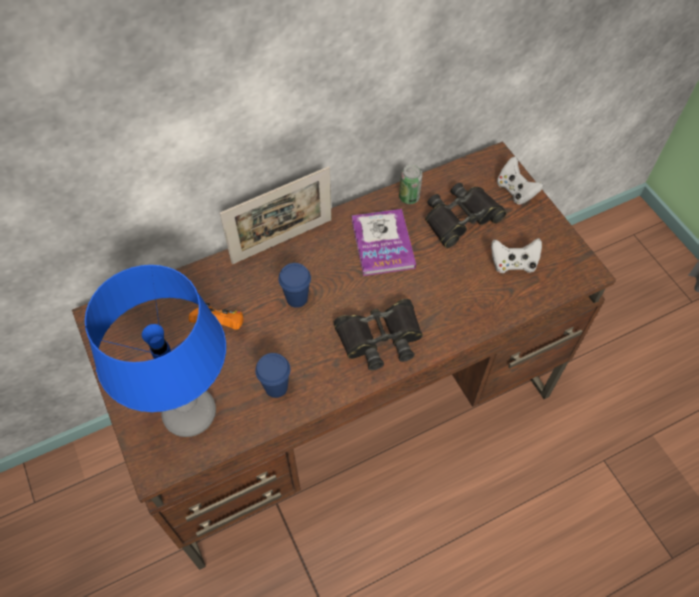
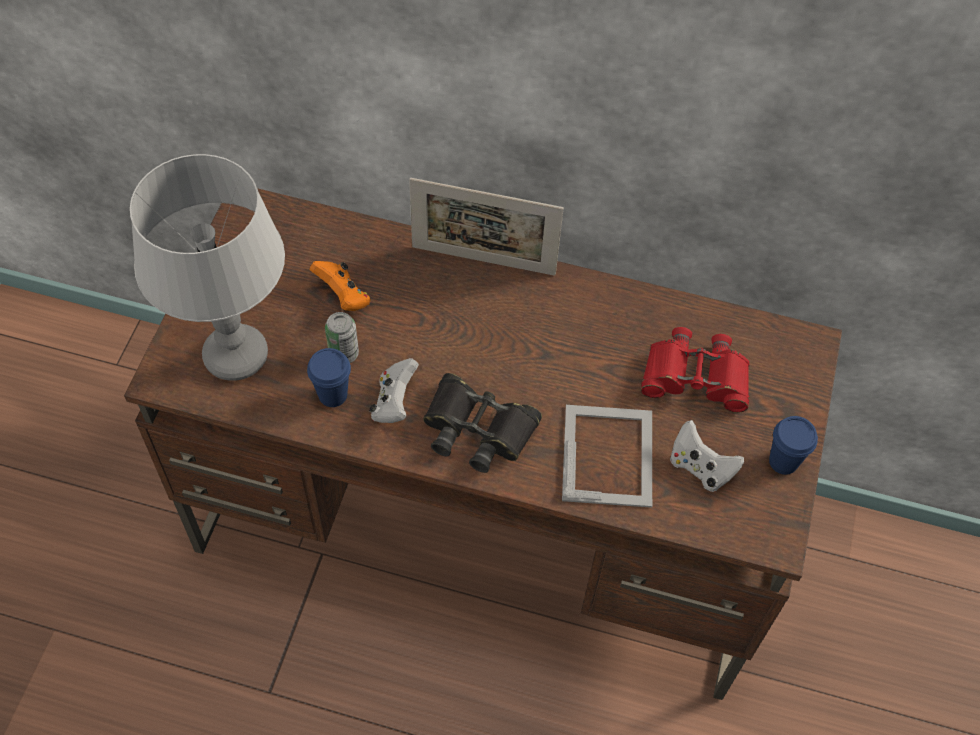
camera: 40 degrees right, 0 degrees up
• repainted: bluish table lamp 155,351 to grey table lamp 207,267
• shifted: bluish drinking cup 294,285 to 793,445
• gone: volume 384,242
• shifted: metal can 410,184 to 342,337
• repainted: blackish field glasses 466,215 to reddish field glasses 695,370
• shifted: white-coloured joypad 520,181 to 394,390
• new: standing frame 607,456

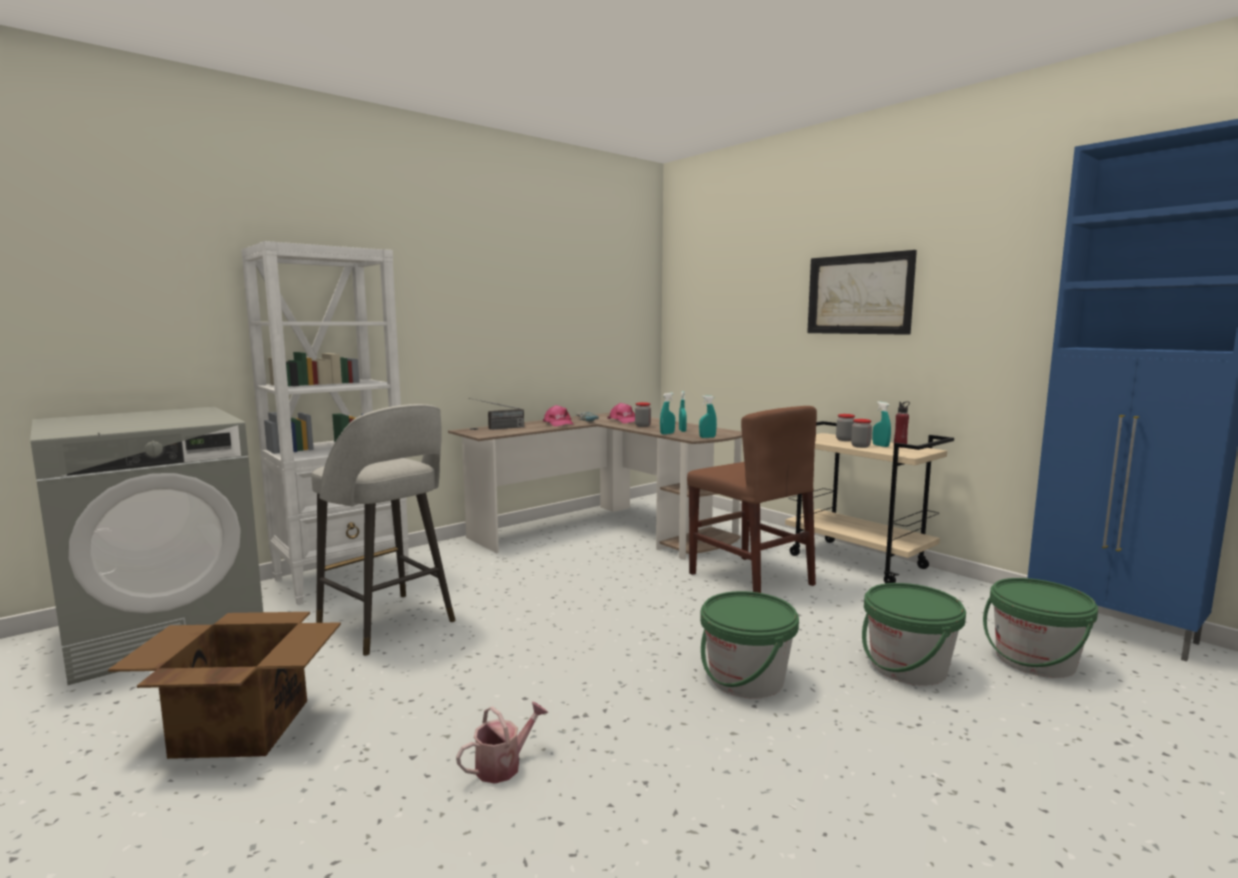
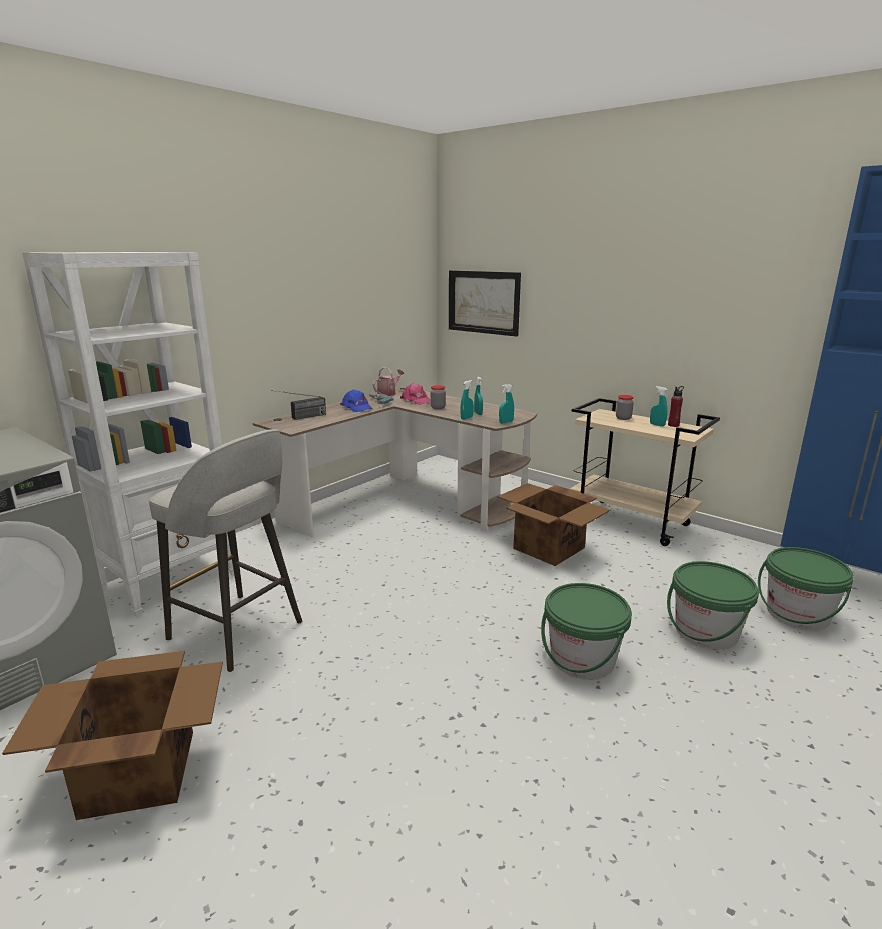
camera: 10 degrees left, 10 degrees up
• shifted: watering can 502,743 to 388,381
• repainted: pinkish cap 558,416 to bluish cap 356,401
• swapped: brown plain chair 752,499 to packing box 553,524
• shifted: picture 862,292 to 485,303
• gone: jar 861,433

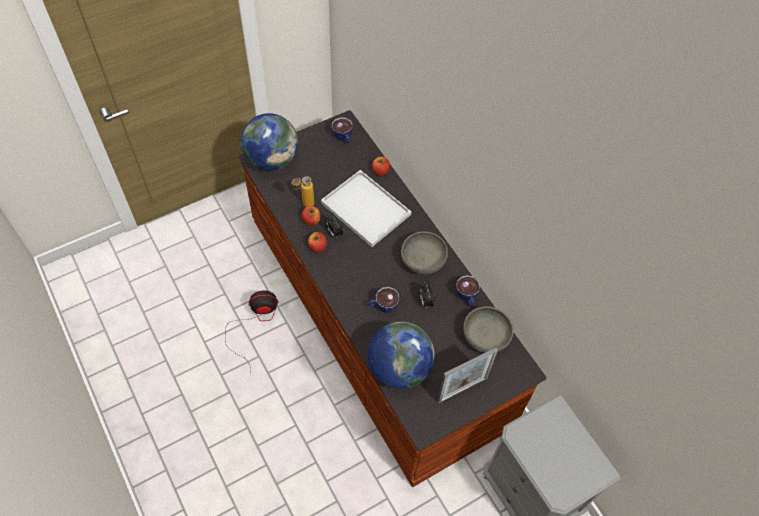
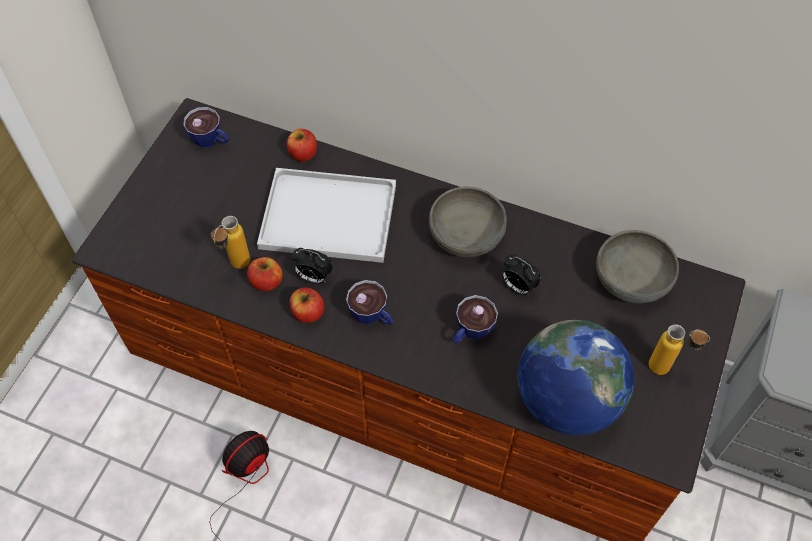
camera: 35 degrees left, 0 degrees up
• gone: globe 269,142
• swapped: standing frame 467,376 to beverage bottle 679,349
• shifted: drinking cup 468,291 to 369,302

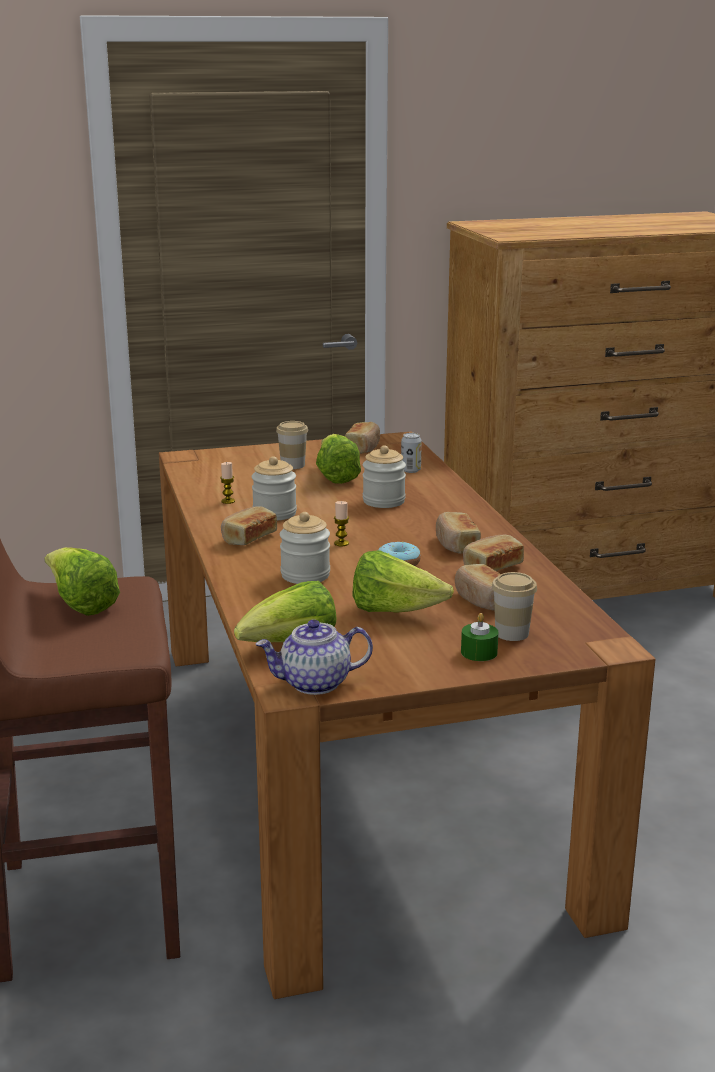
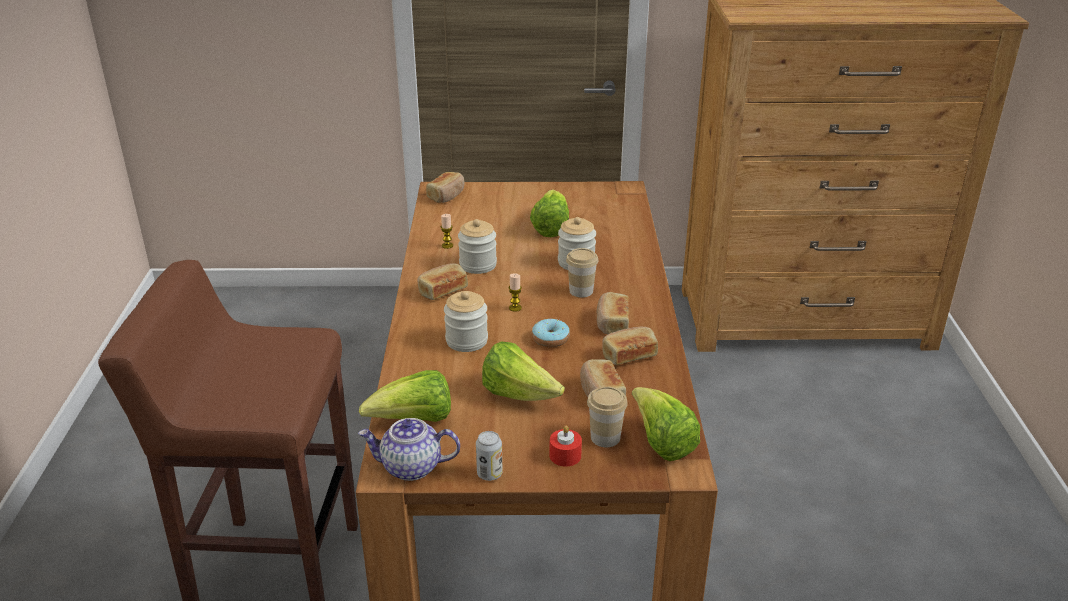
camera: 15 degrees right, 10 degrees up
• shifted: lettuce 82,581 to 666,424
• shifted: drinking cup 292,445 to 582,272
• shifted: baked bread 362,438 to 445,187
• shifted: metal can 411,453 to 489,456
• repainted: greenish wax light 479,637 to reddish wax light 565,446

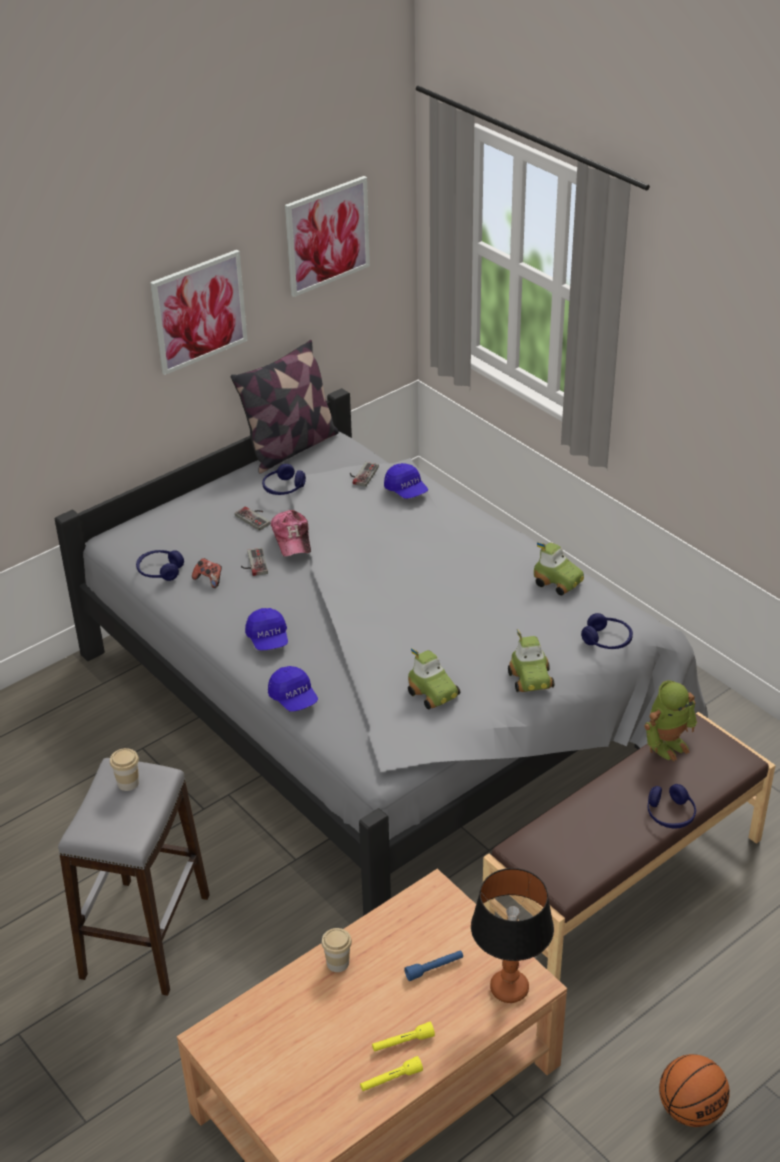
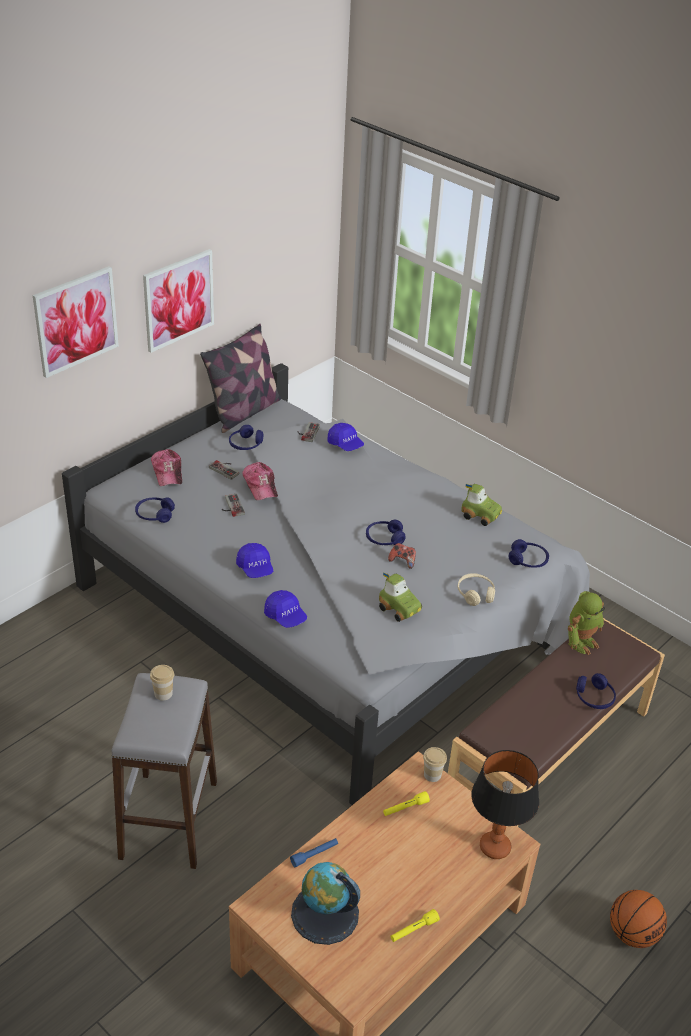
camera: 10 degrees left, 0 degrees up
• shifted: joypad 207,573 to 402,556
• shifted: picture 327,236 to 76,322
• shifted: drinking cup 336,950 to 435,764
• shifted: yellowish torch 403,1037 to 406,803
• shifted: bluish torch 433,965 to 314,852
• swapped: miniature car 531,660 to beige-coloured headset 476,589
• new: cap 166,467
• new: globe 325,903
• new: bluish headset 386,532

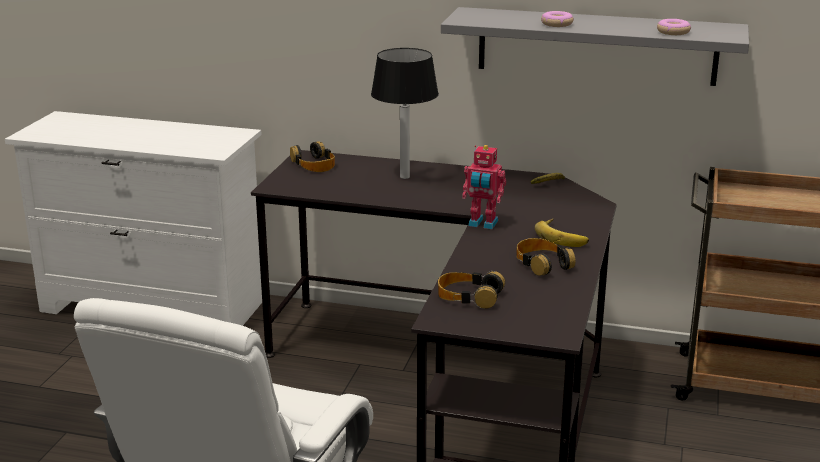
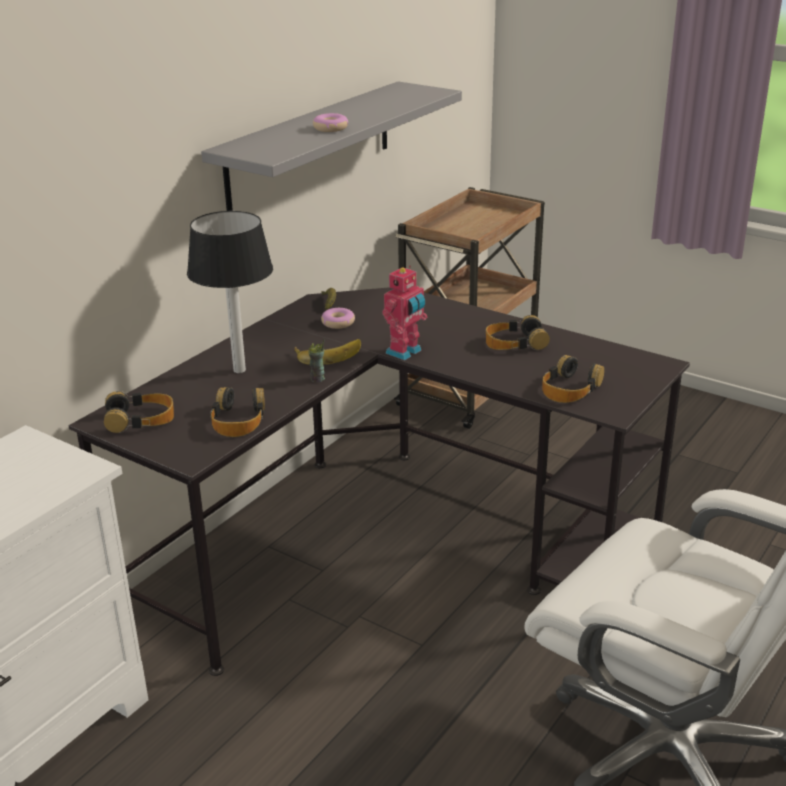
camera: 70 degrees left, 5 degrees up
• shifted: whole banana 562,233 to 327,352
• shifted: donut 674,27 to 338,318
• new: headset 237,412
• new: drinking cup 316,360

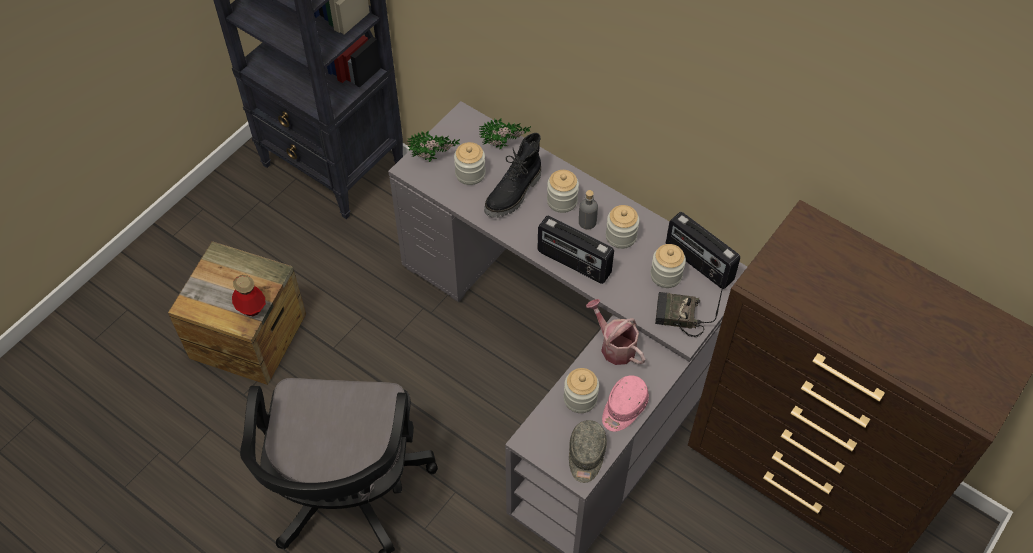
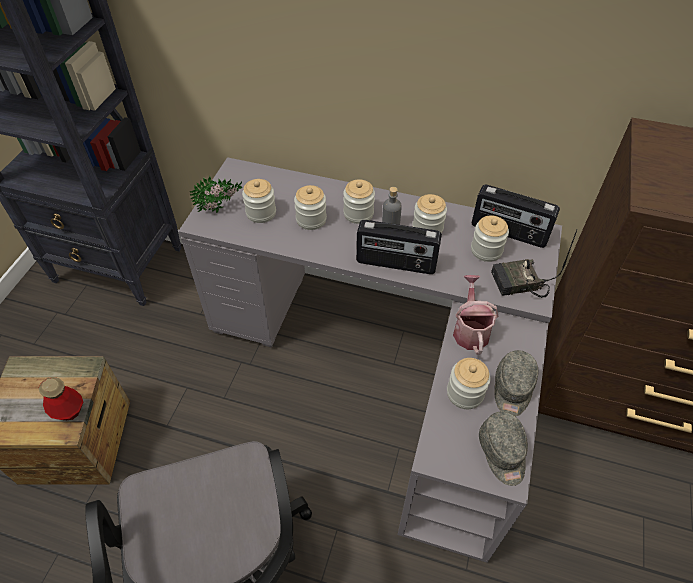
camera: 20 degrees left, 5 degrees down
• gone: potted plant 505,134
• swapped: blackish tall boot 512,175 to jar 310,207
• rotated: watering can 616,332 = 476,314 60 degrees clockwise
• repainted: pinkish cap 625,404 to grey cap 516,383

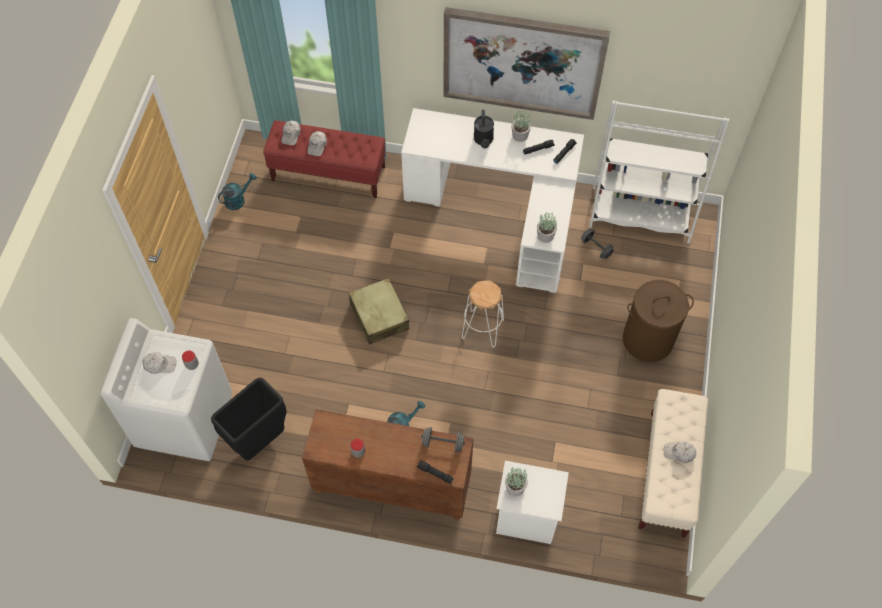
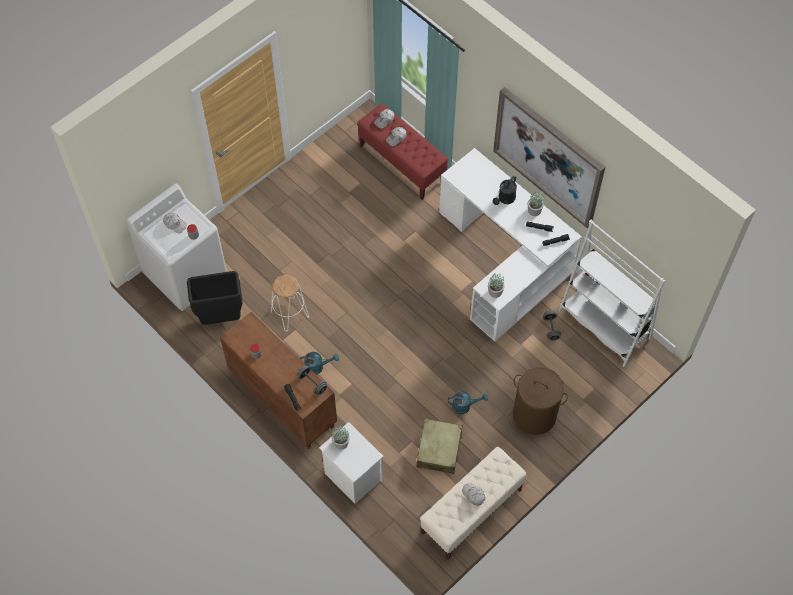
camera: 35 degrees right, 0 degrees up
• shifted: turquoise watering can 237,191 to 468,402
• shifted: beige-coloured suitcase 379,311 to 439,446
• shifted: white-coloured stool 483,314 to 290,303

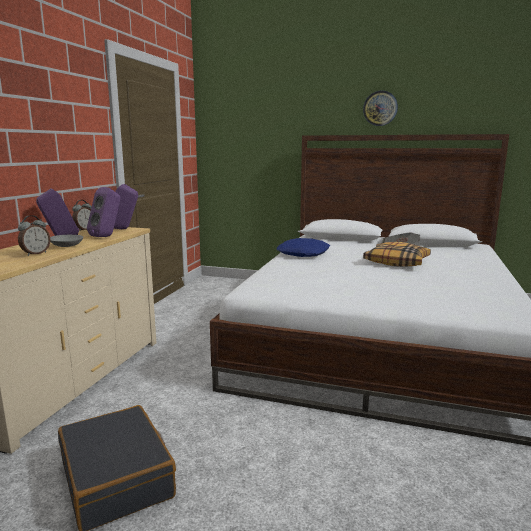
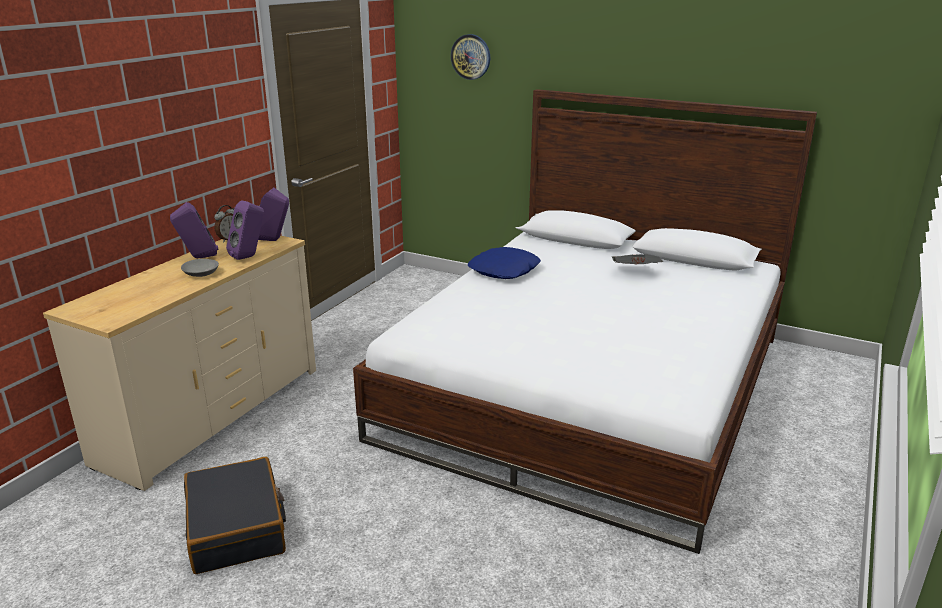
camera: 10 degrees right, 10 degrees up
• gone: bedside clock 34,235
• shifted: wall clock 380,108 to 470,57
• gone: pillow 397,254

